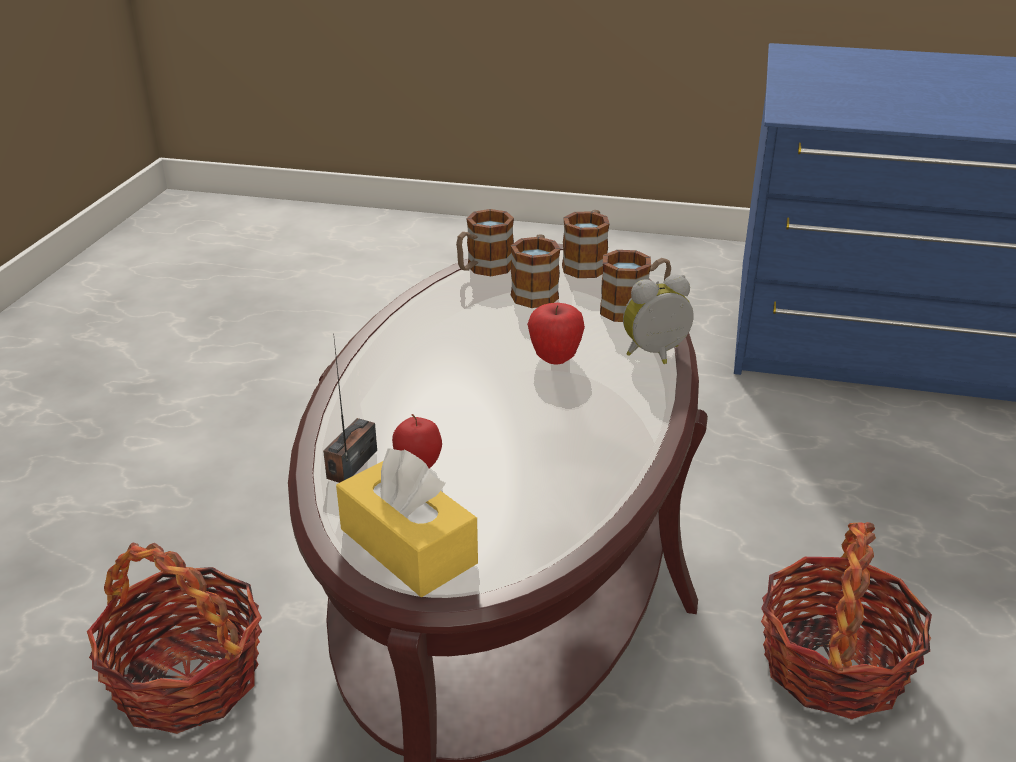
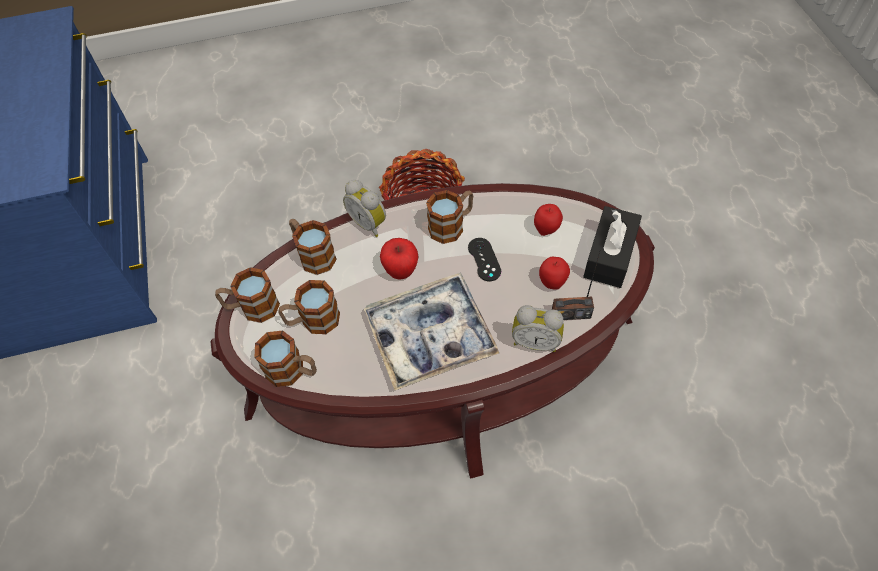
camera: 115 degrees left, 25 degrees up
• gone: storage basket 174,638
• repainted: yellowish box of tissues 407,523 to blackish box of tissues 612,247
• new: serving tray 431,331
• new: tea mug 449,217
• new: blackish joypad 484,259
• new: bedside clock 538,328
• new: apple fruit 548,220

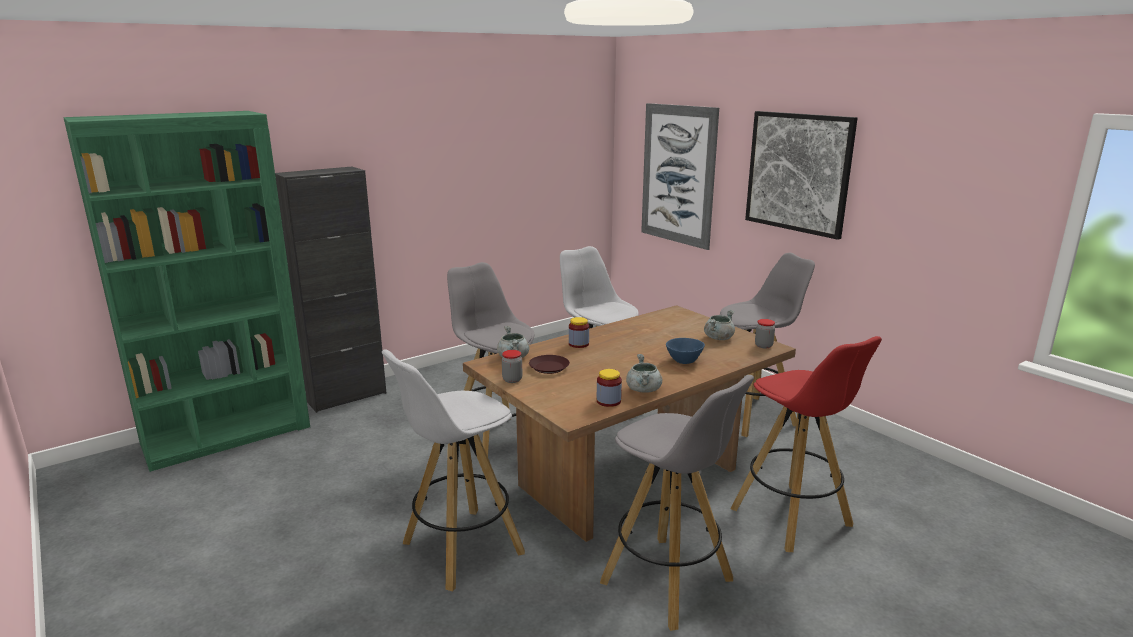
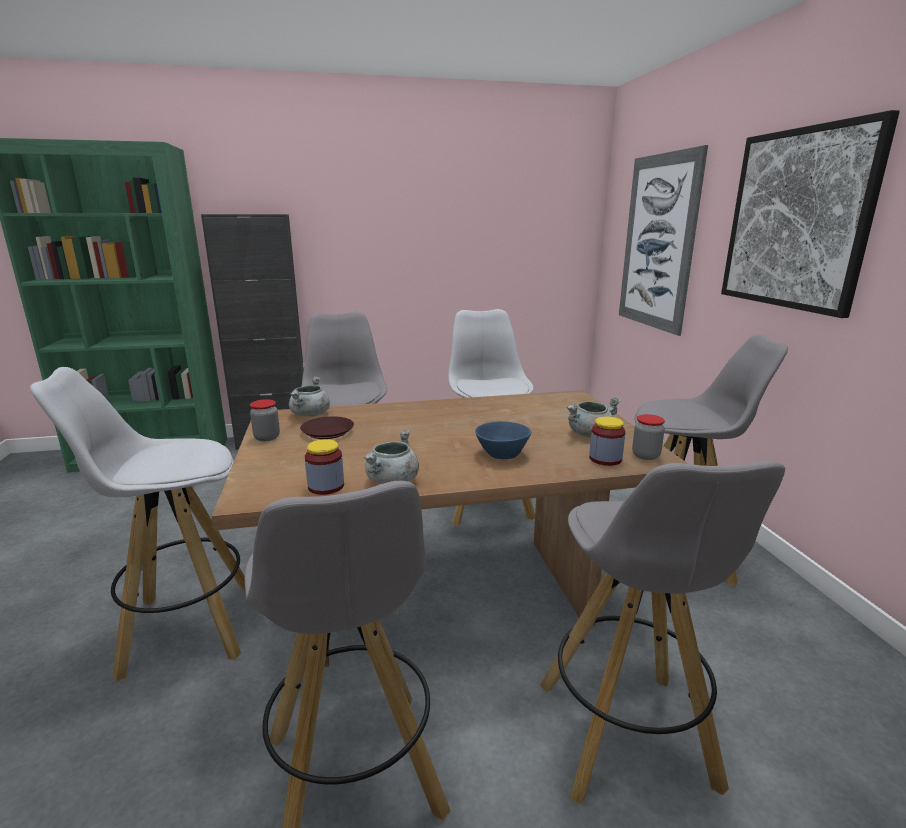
camera: 25 degrees right, 0 degrees up
• shifted: jar 579,332 to 607,441
• repainted: reddish stool 806,444 to grey stool 662,632

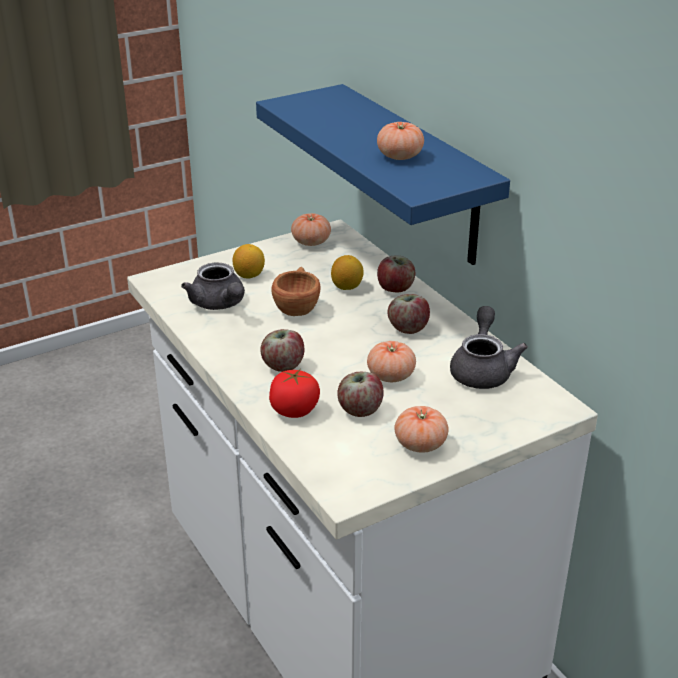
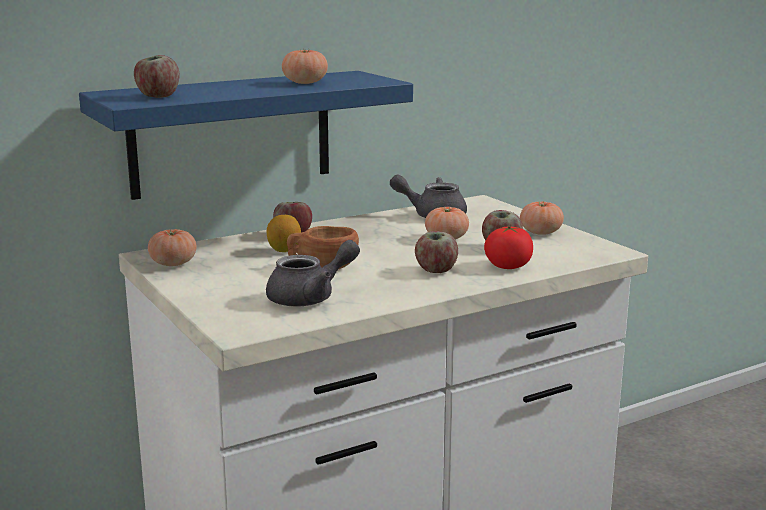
camera: 90 degrees left, 15 degrees down
• gone: citrus fruit 249,261
• shifted: apple fruit 408,314 to 157,76

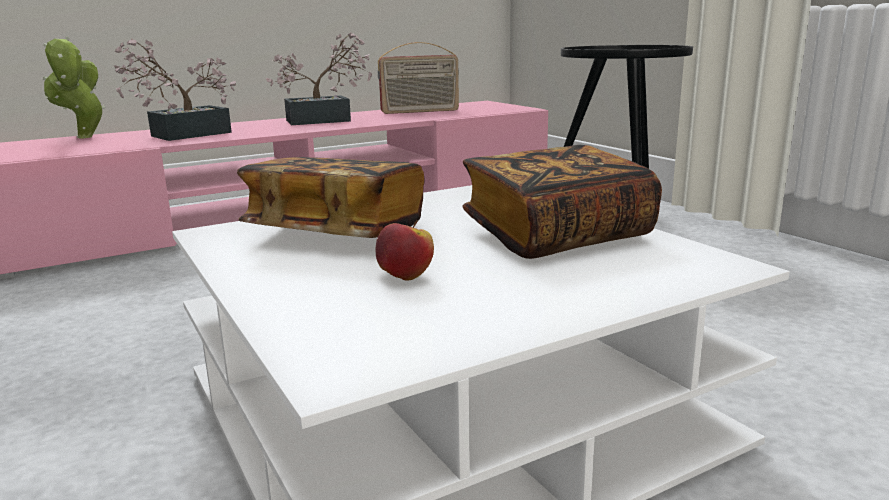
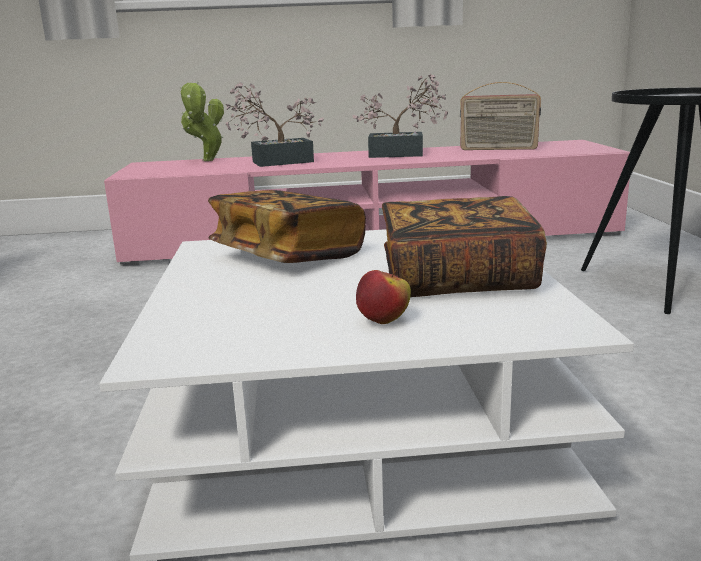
camera: 25 degrees right, 0 degrees up
• shifted: apple fruit 405,250 to 383,296

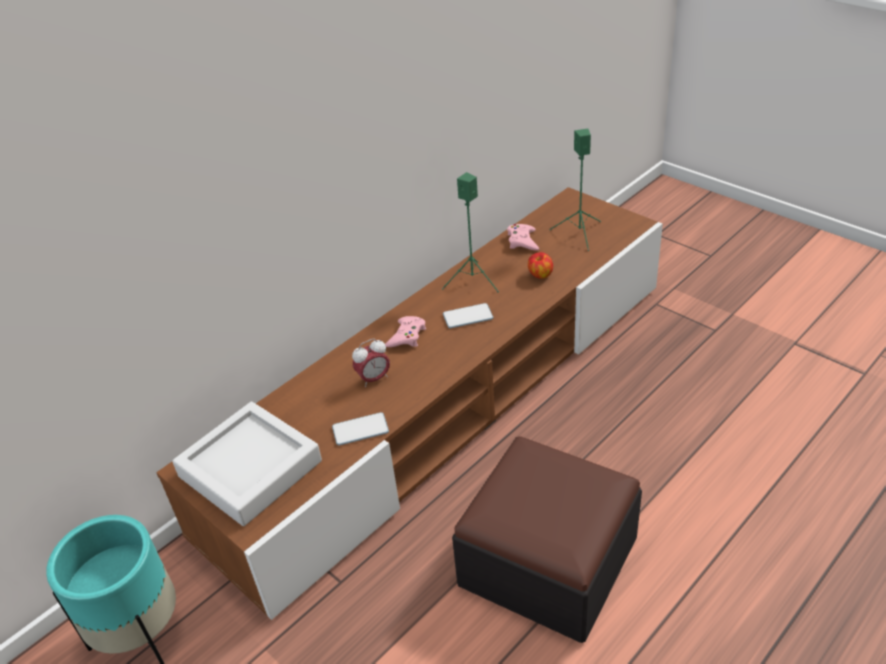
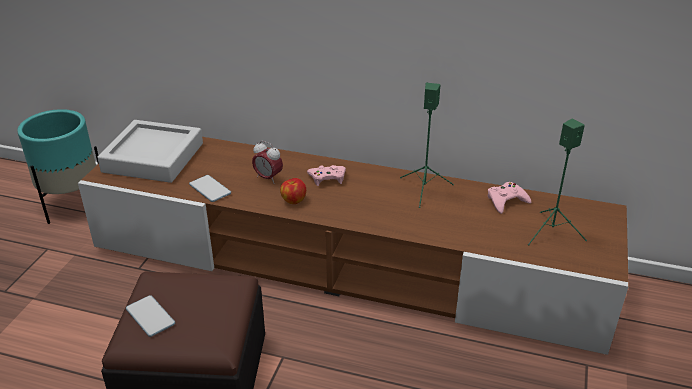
camera: 60 degrees right, 5 degrees down
• shifted: telephone 468,315 to 150,316
• shifted: apple fruit 540,265 to 293,191

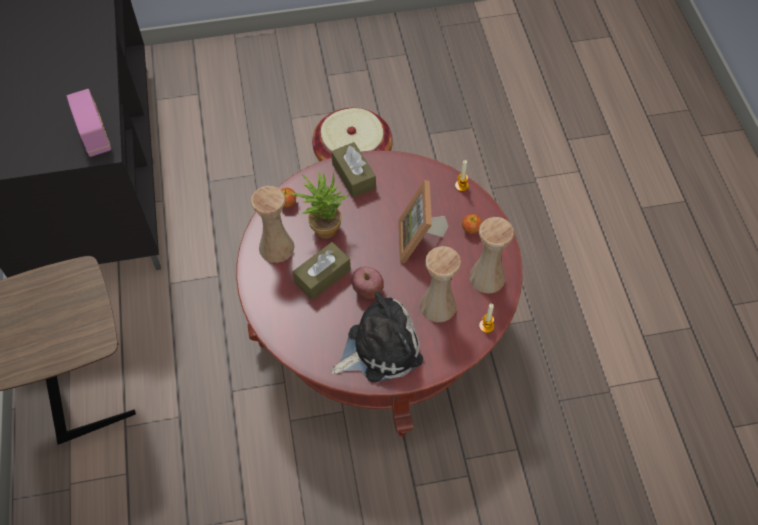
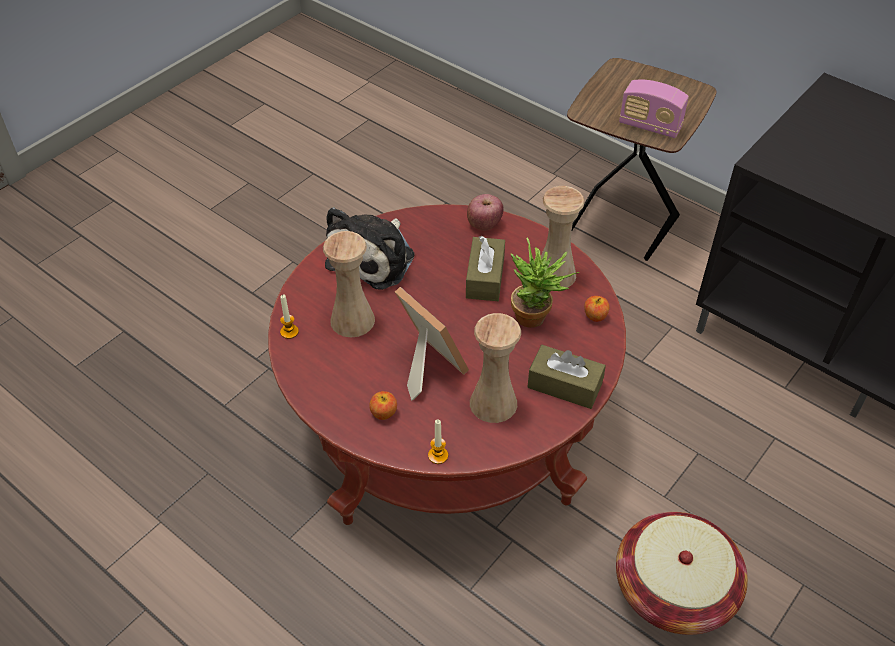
camera: 140 degrees right, 10 degrees down
• shifted: radio 89,123 to 654,109
• shifted: apple fruit 368,283 to 485,212
• shifted: beige-coloured decorative vase 491,255 to 495,368

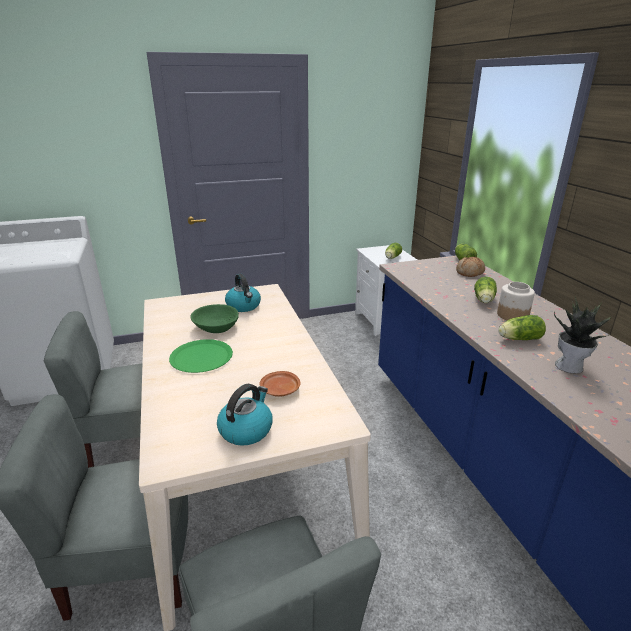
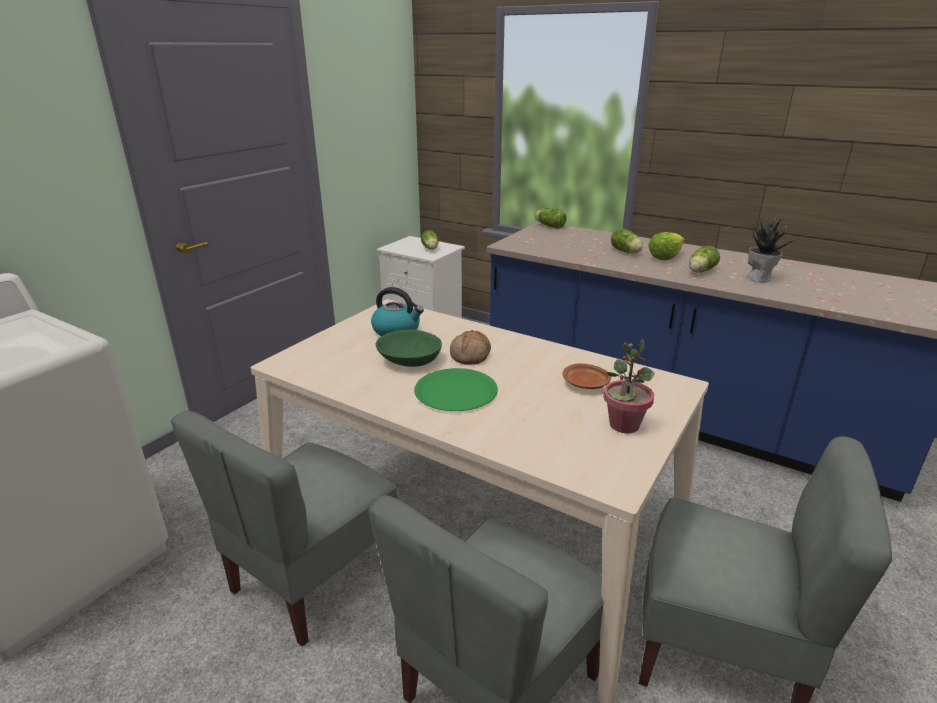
camera: 40 degrees left, 0 degrees up
• swapped: water kettle 245,415 to potted plant 629,385
• shifted: baked bread 470,267 to 470,347
• swapped: jar 516,301 to lettuce 666,246

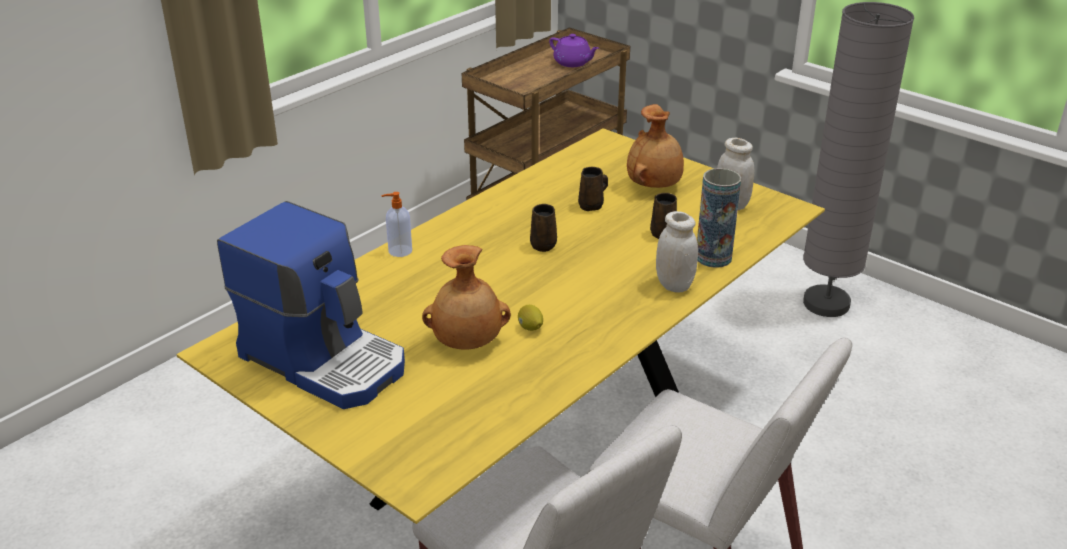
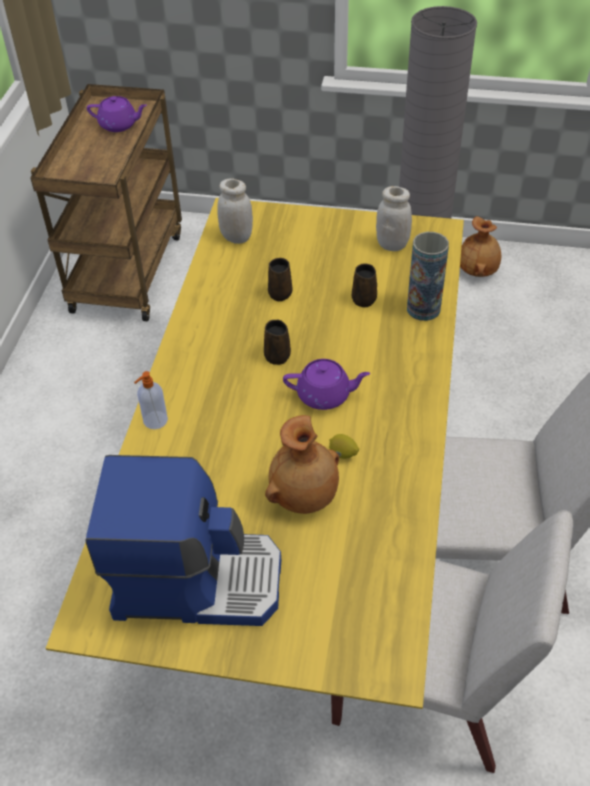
camera: 30 degrees left, 15 degrees up
• shifted: brown decorative vase 655,146 to 480,246
• shifted: white-coloured jar 677,252 to 235,211
• new: purple-coloured teapot 326,384

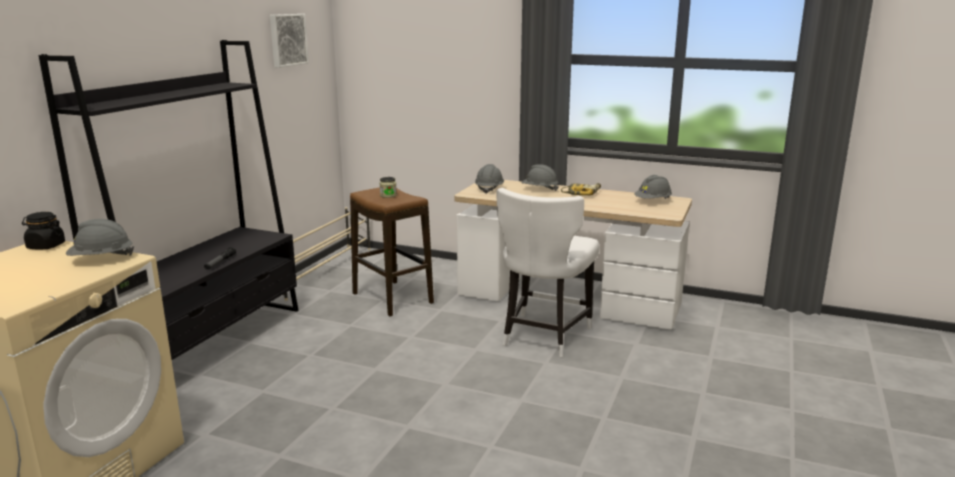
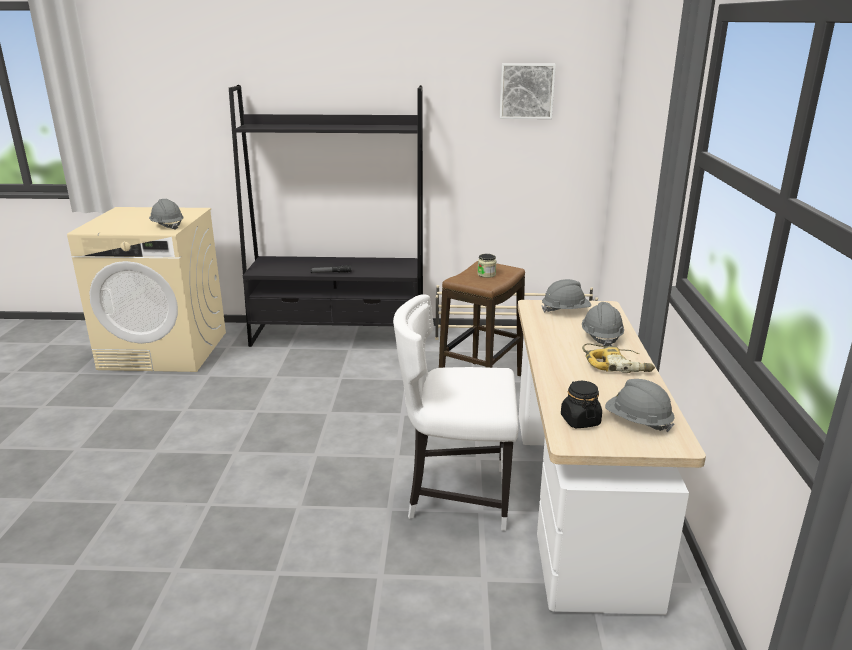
camera: 70 degrees right, 5 degrees up
• shifted: blackish jar 43,231 to 581,404

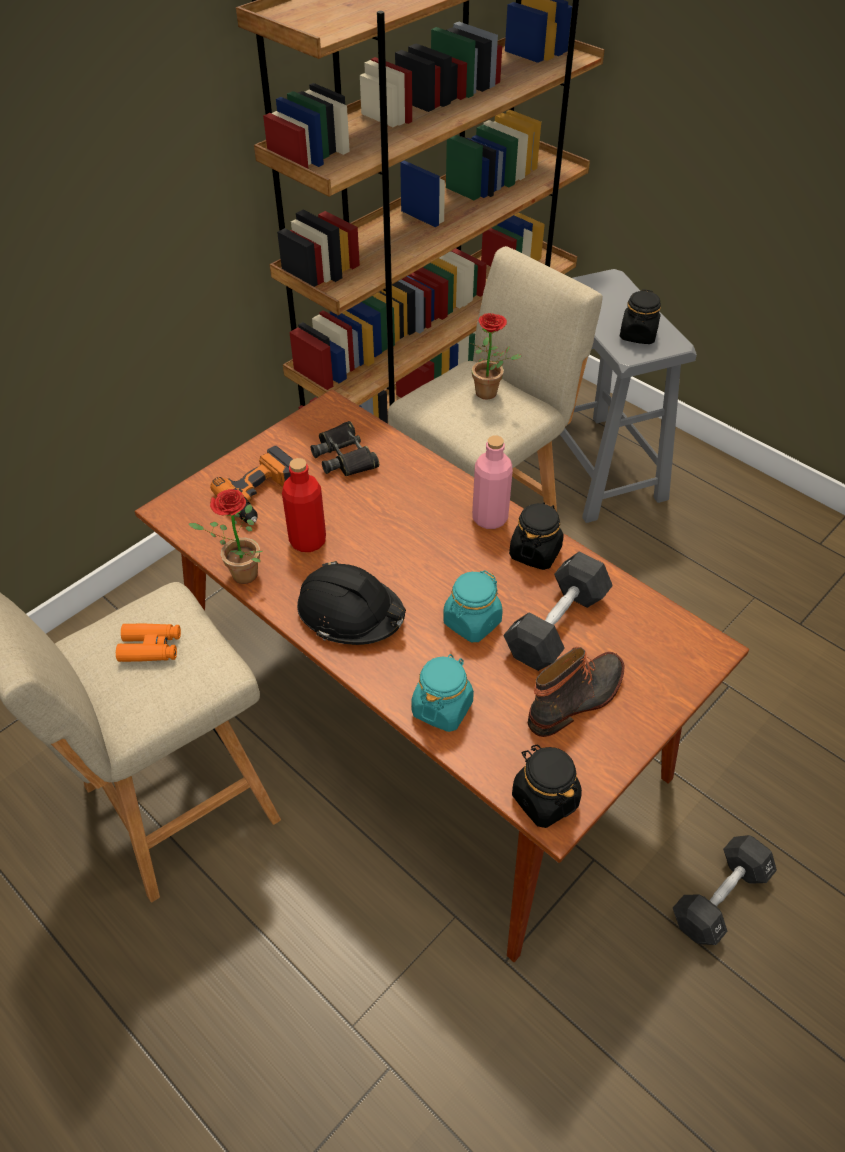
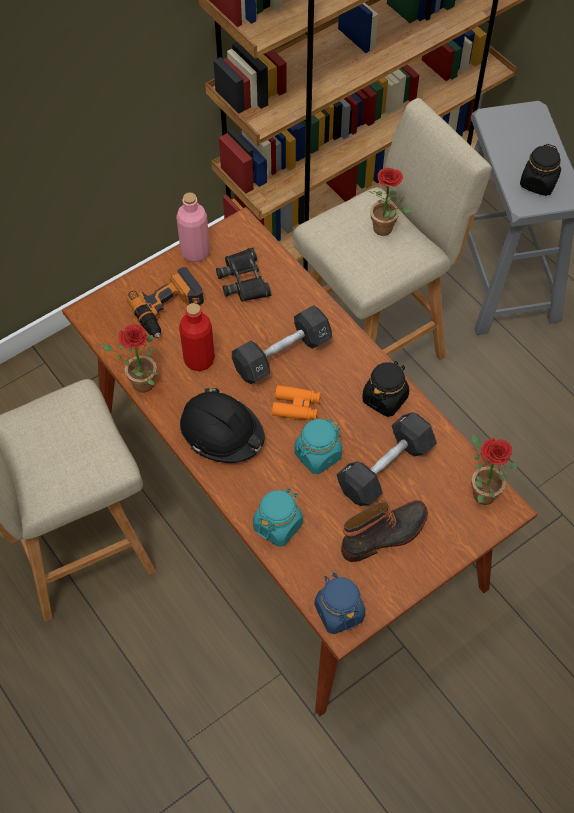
camera: 10 degrees right, 10 degrees up
• shifted: orange-coloured field glasses 148,643 to 296,402
• shifted: pinkish beverage bottle 492,482 to 193,227
• repainted: blackish jar 547,786 to bluish jar 340,603
• shifted: blackish dumbbell 725,890 to 282,344
• new: potted plant 495,469

